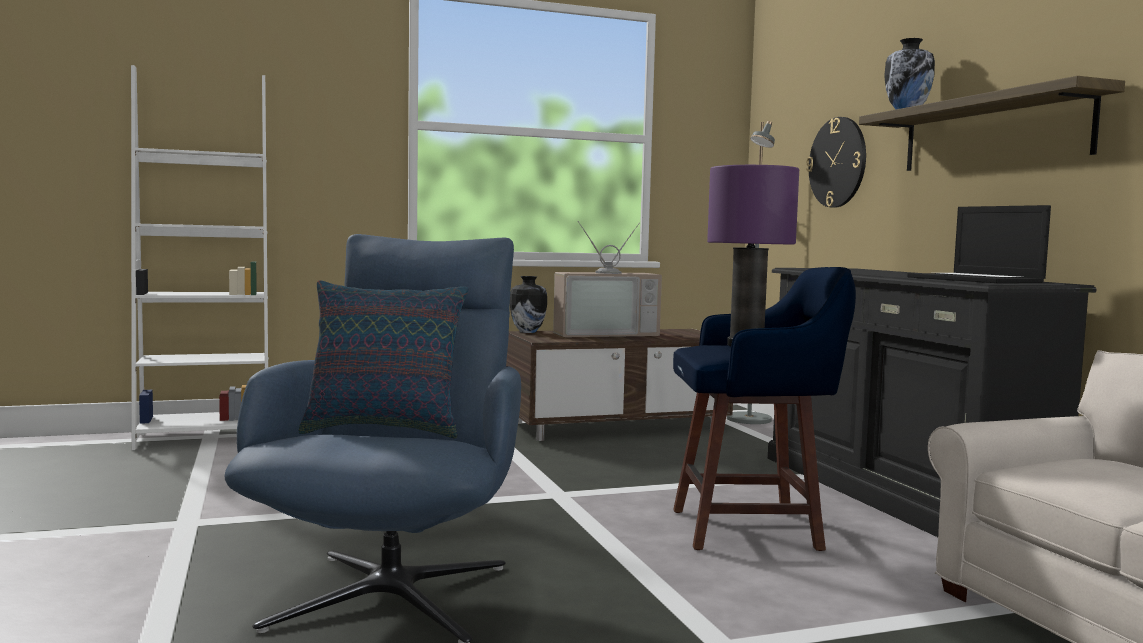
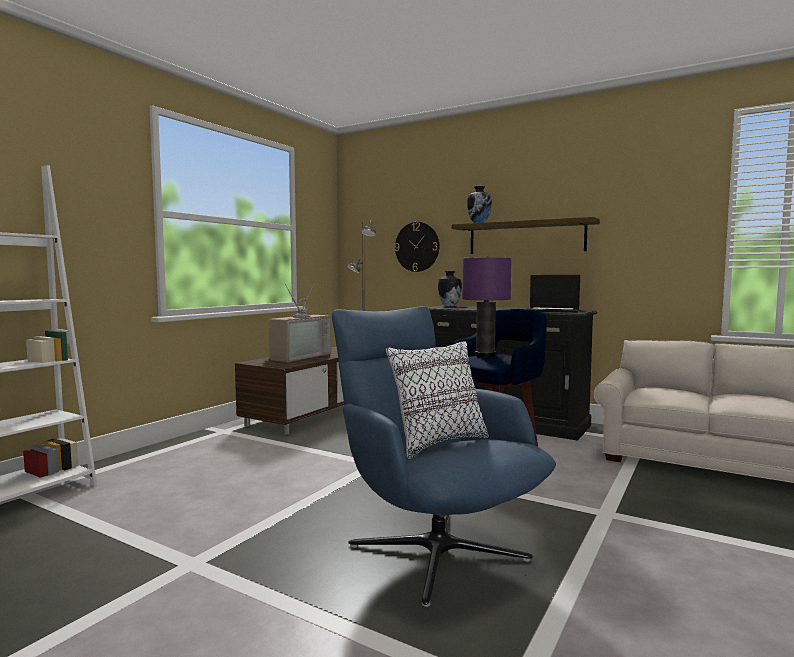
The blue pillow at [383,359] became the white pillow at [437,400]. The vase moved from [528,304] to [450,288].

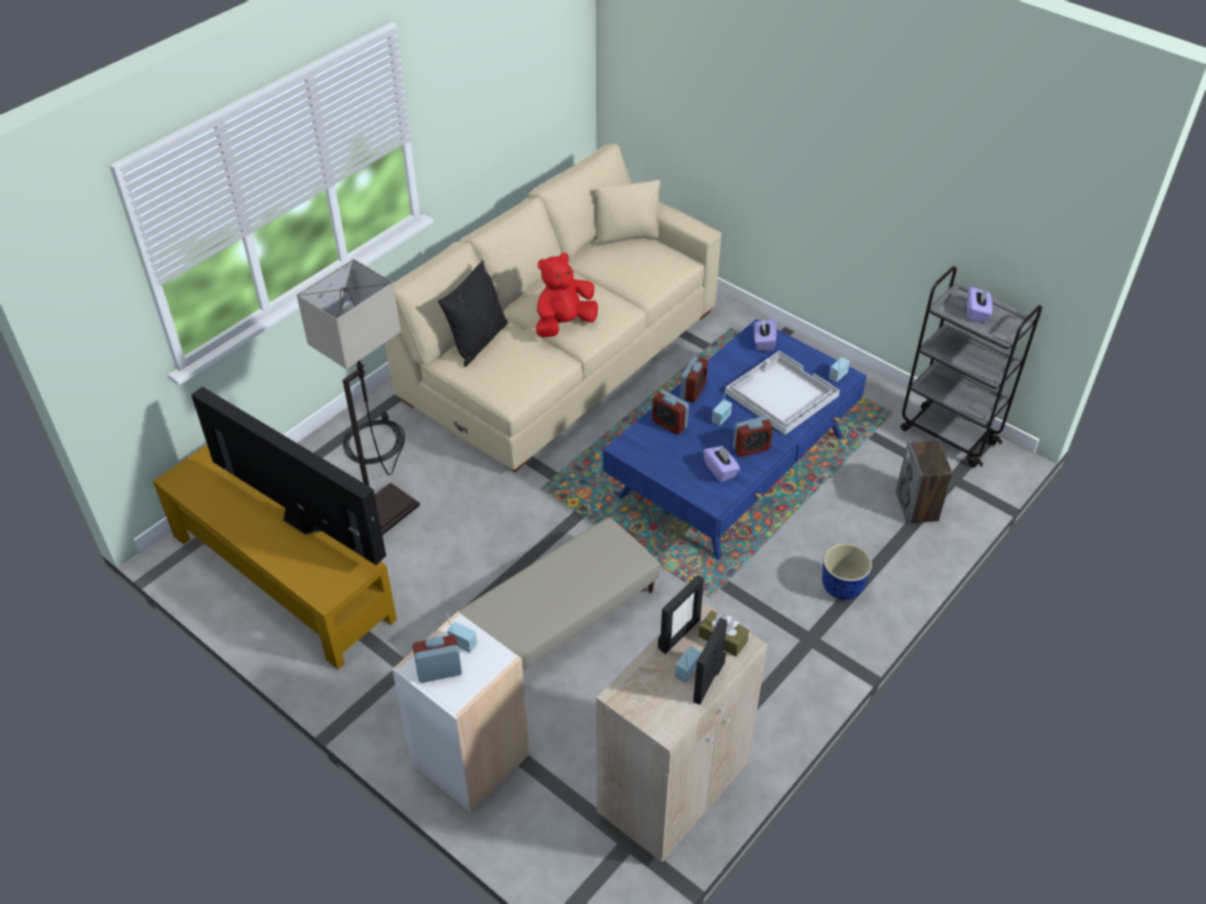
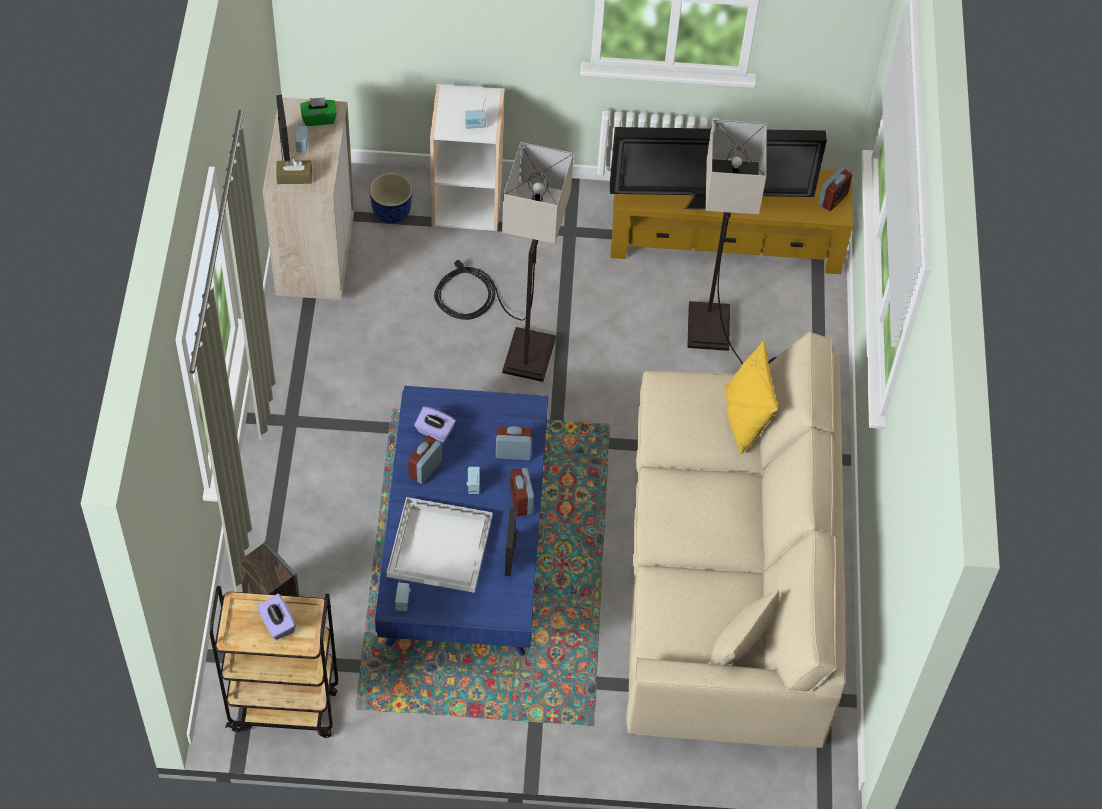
The alarm clock moved from [437,659] to [835,189]. The black pillow at [473,313] became the yellow pillow at [752,397]. The beige ottoman at [550,594] was replaced by the floor lamp at [504,262]. The red plush toy at [567,295] disappeared. The picture frame moved from [681,614] to [511,541]. The purple tissue box at [765,335] disappeared. The planter moved from [847,571] to [390,198]. The grey cart at [971,367] became the brown cart at [274,662]. The green tissue box at [318,111] appeared.

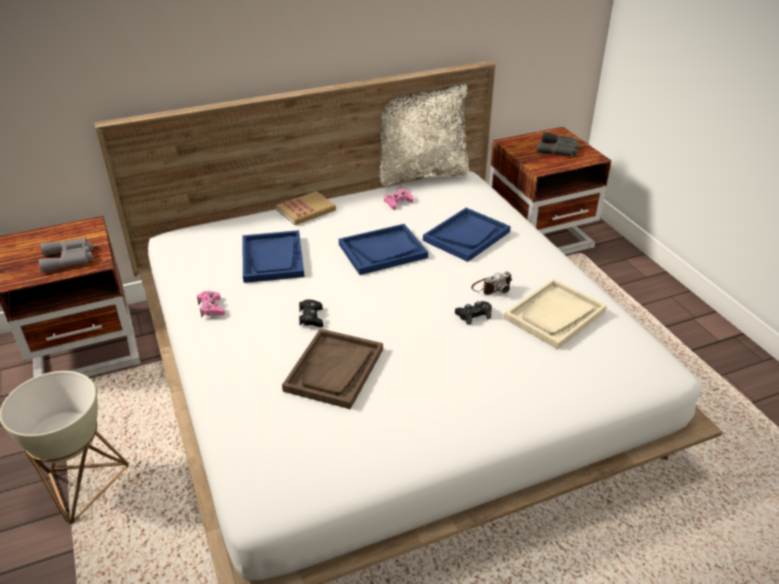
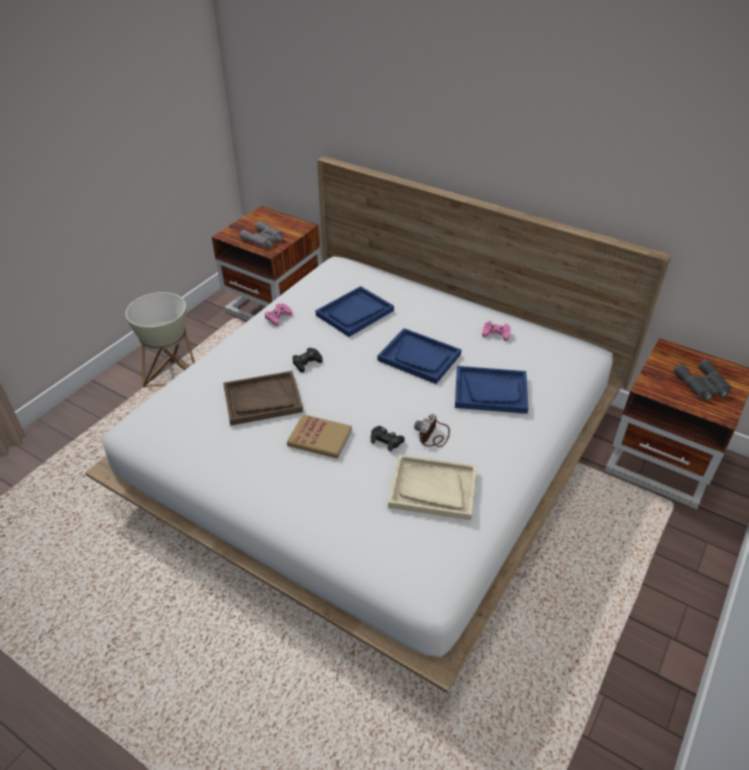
The book moved from [306,208] to [319,436]. The beige pillow at [424,134] disappeared. The photo camera at [491,283] turned 90 degrees clockwise.

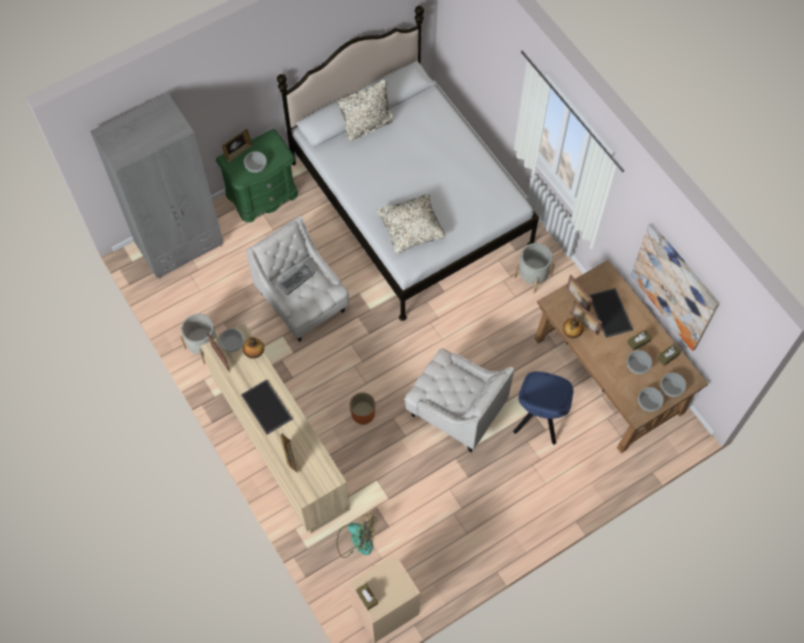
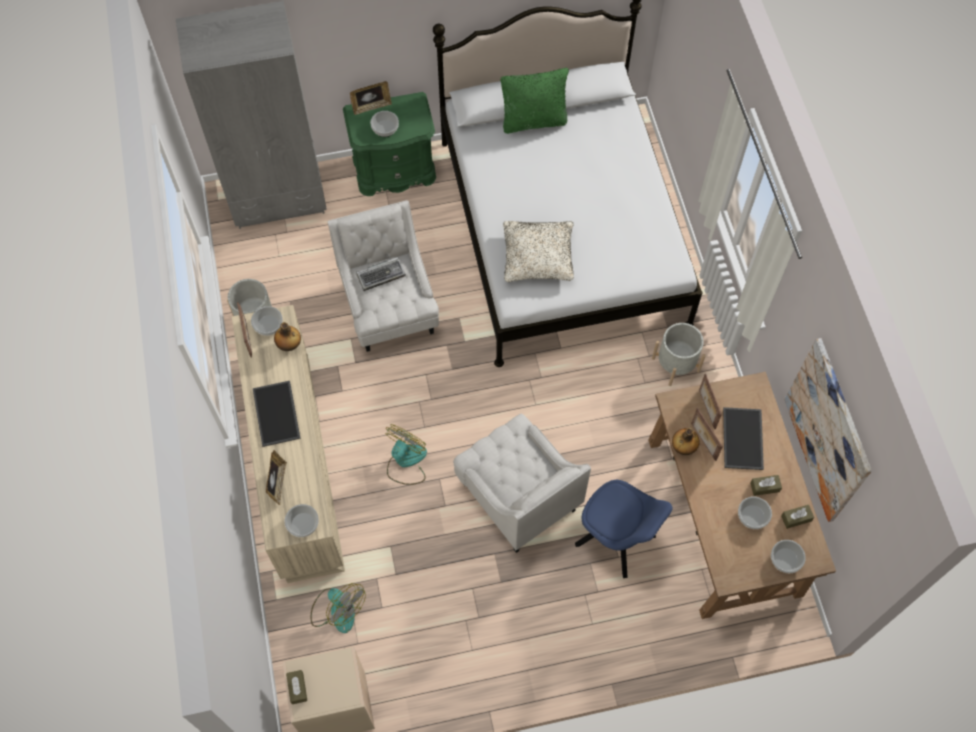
The beige pillow at [365,110] became the green pillow at [534,100]. The orange planter at [363,408] was replaced by the fan at [406,454]. The blue chair at [543,408] turned 90 degrees counterclockwise. The bowl moved from [651,399] to [302,520].

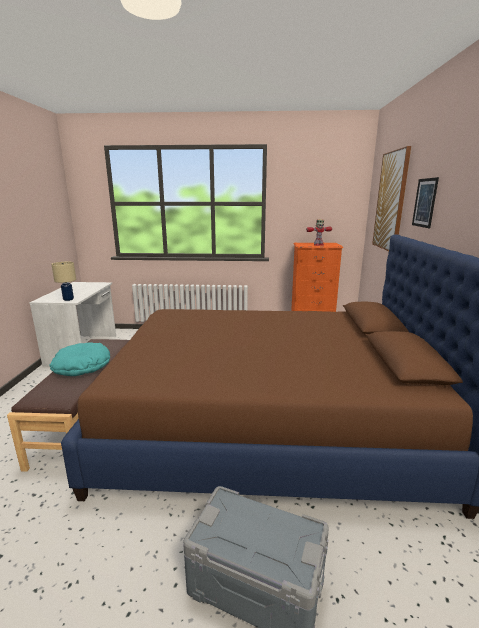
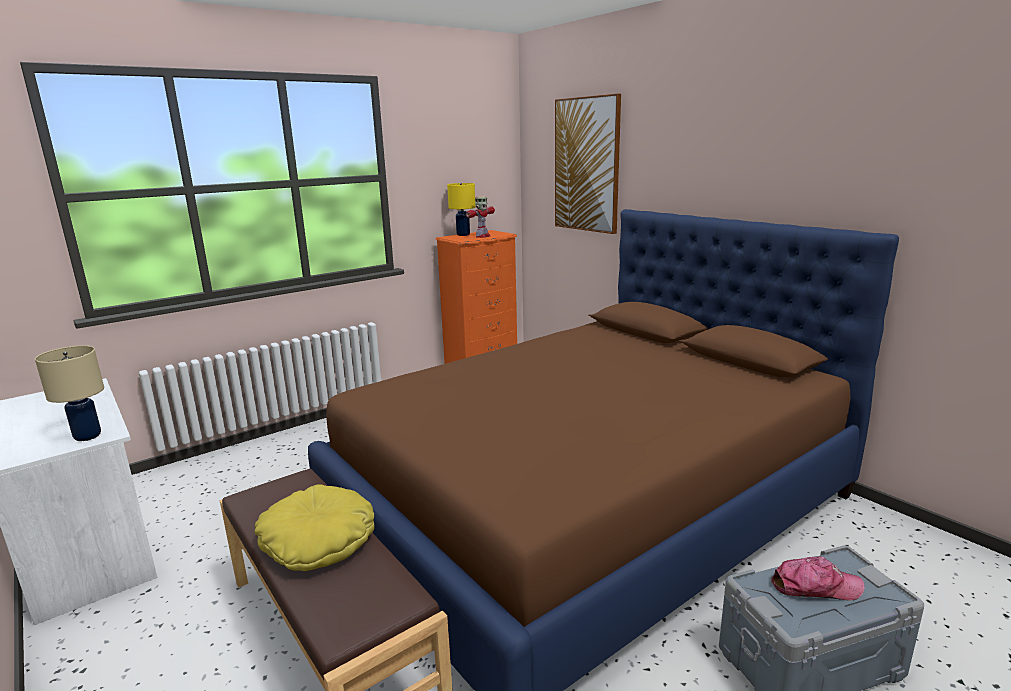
The turquoise pillow at [79,359] became the yellow pillow at [315,528]. The picture at [425,202] disappeared. The yellow table lamp at [461,209] appeared. The cap at [818,578] appeared.

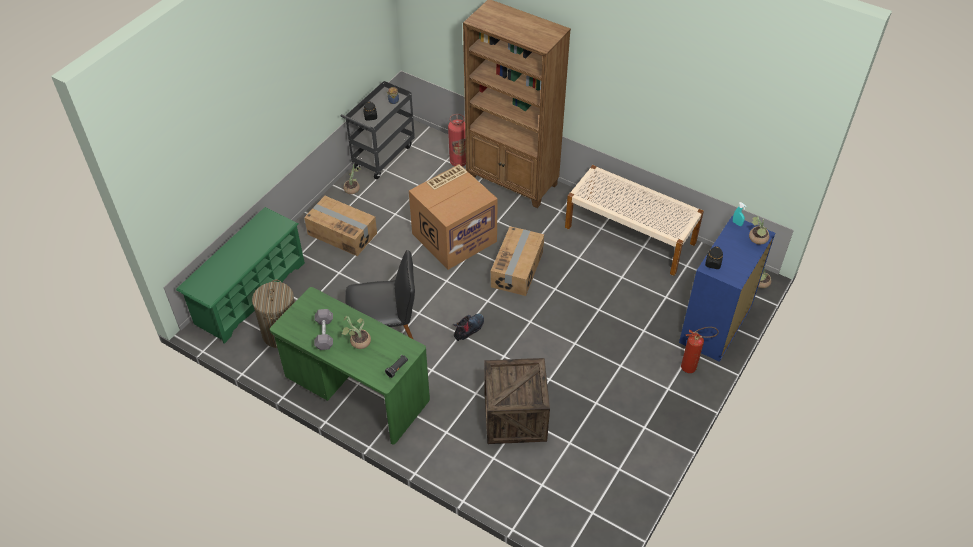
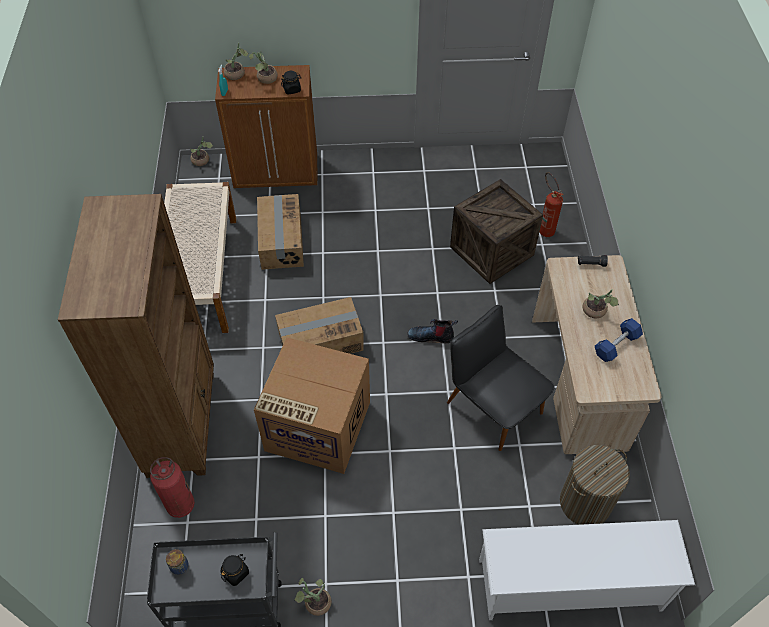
The green shoe rack at [240,275] became the white shoe rack at [587,570]. The green desk at [350,366] became the beige desk at [597,354]. The cardboard box moved from [340,226] to [280,232]. The grey dumbbell at [323,329] became the blue dumbbell at [619,340]. The blue cabinet at [727,288] became the brown cabinet at [266,126]. The fire extinguisher moved from [700,350] to [551,204]. The potted plant at [263,67] appeared.

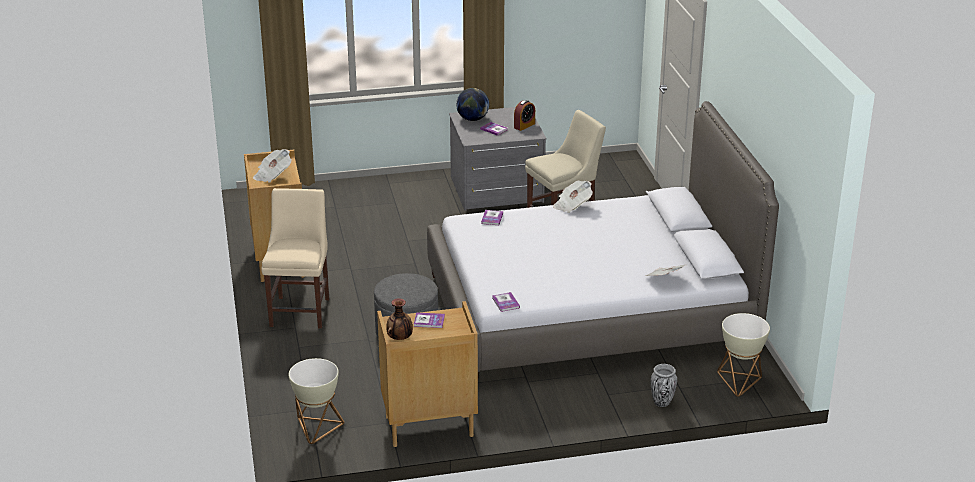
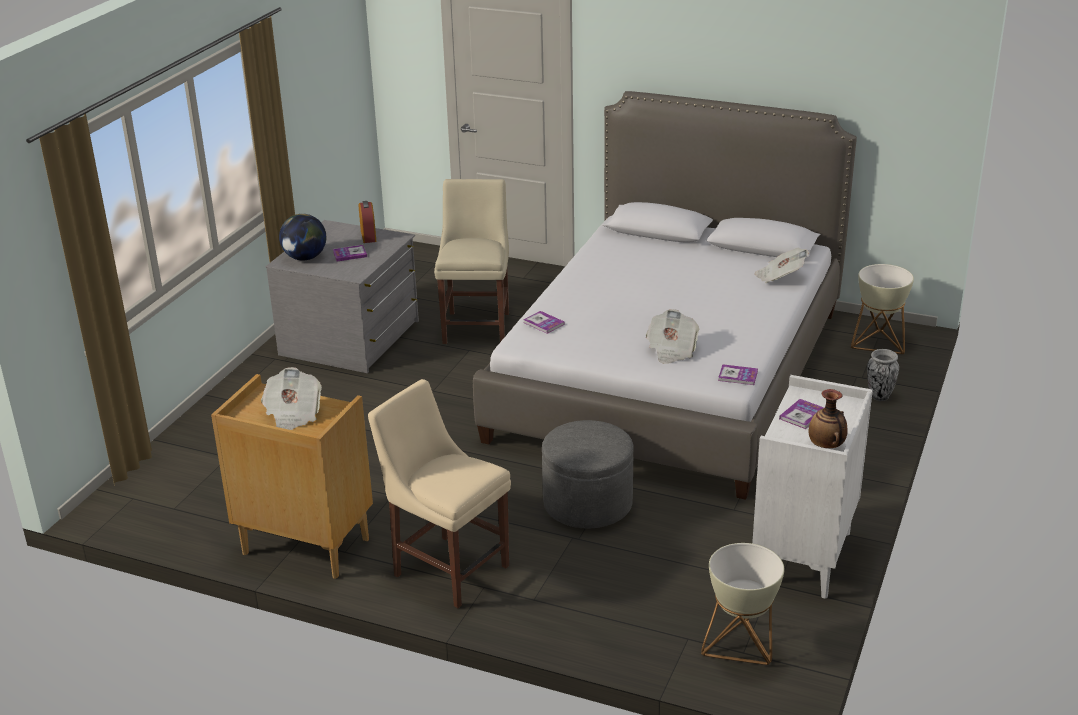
The brown cabinet at [427,374] became the white cabinet at [812,487]. The newspaper moved from [573,197] to [672,336].

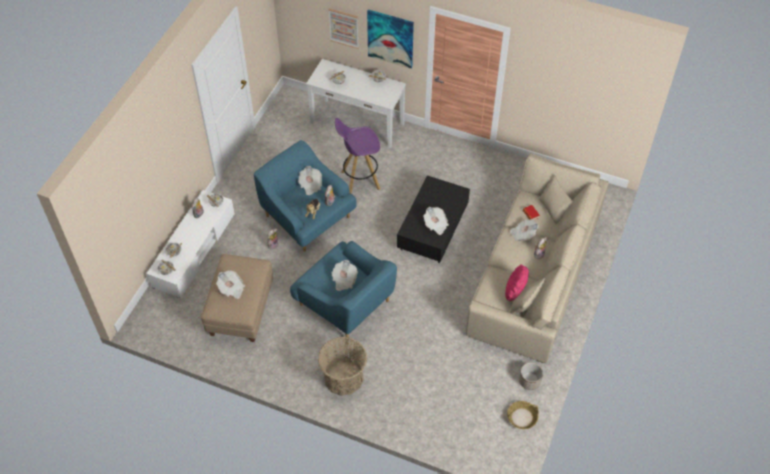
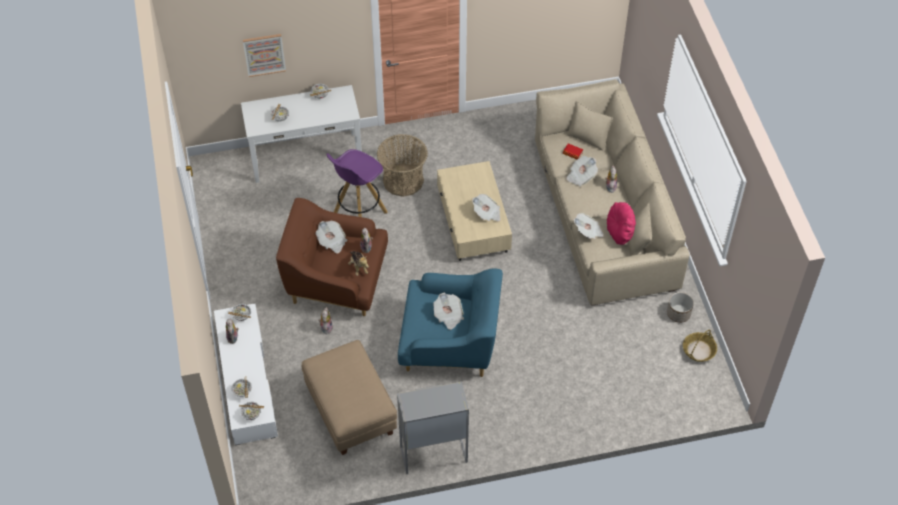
The newspaper moved from [230,284] to [588,226]. The blue armchair at [305,195] became the brown armchair at [332,257]. The basket moved from [342,366] to [402,165]. The picture at [390,39] disappeared. The black coffee table at [433,219] became the beige coffee table at [474,211]. The grey cabinet at [433,428] appeared.

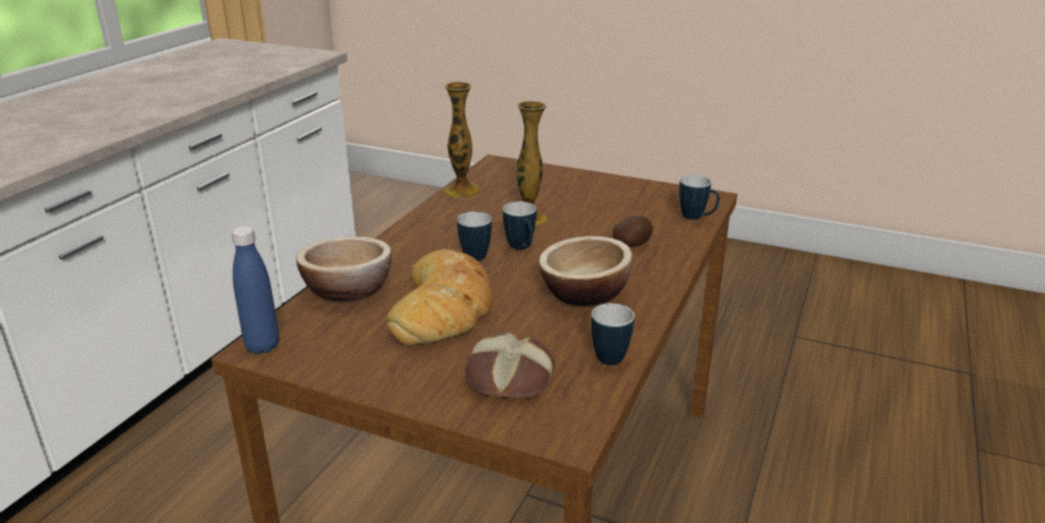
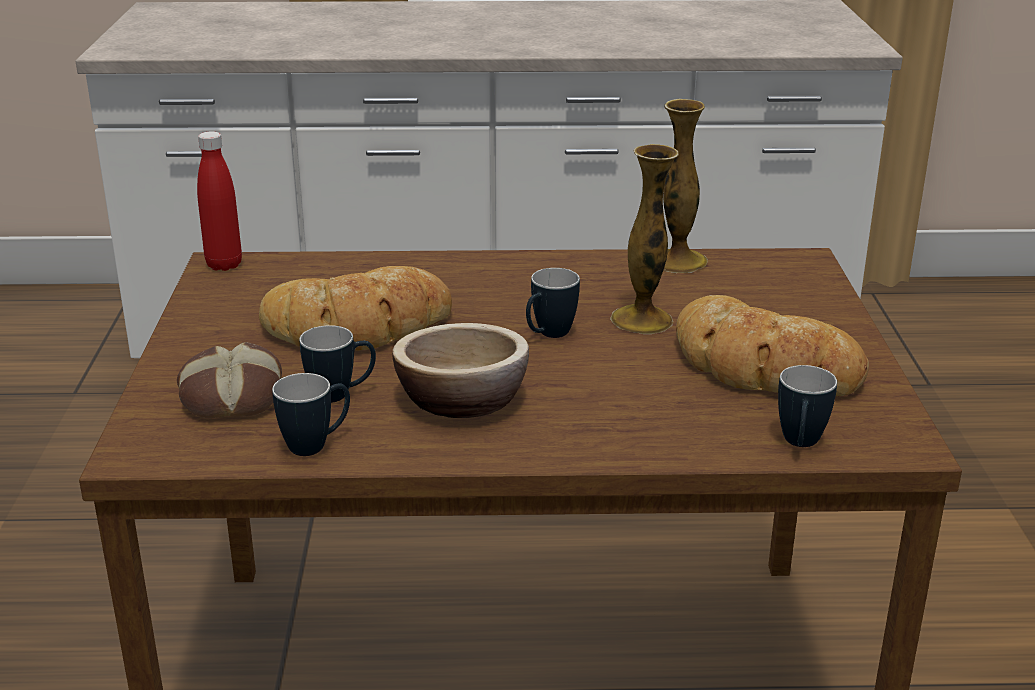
The blue bottle at [255,290] became the red bottle at [219,201]. The bowl at [344,268] disappeared. The mug moved from [474,236] to [337,364]. The potato at [633,231] disappeared. The bread at [772,345] appeared.

